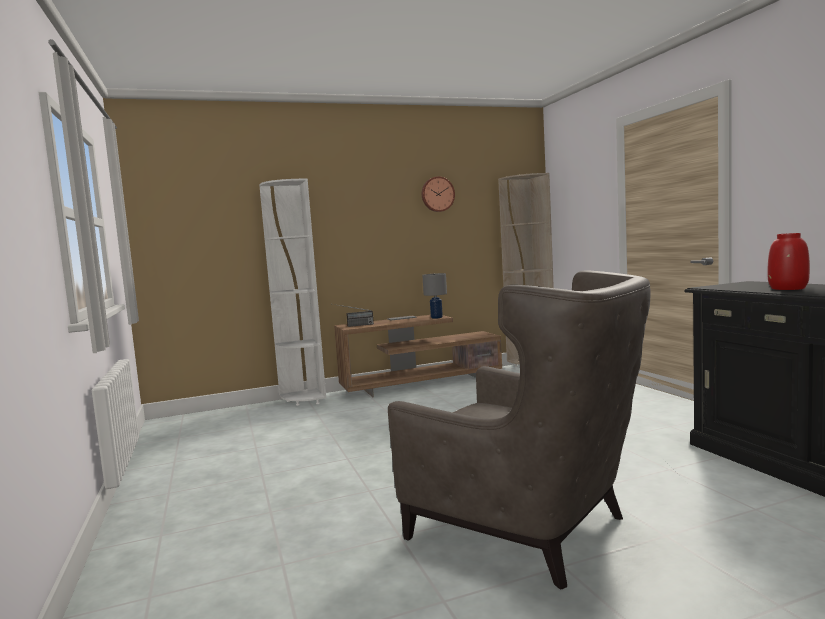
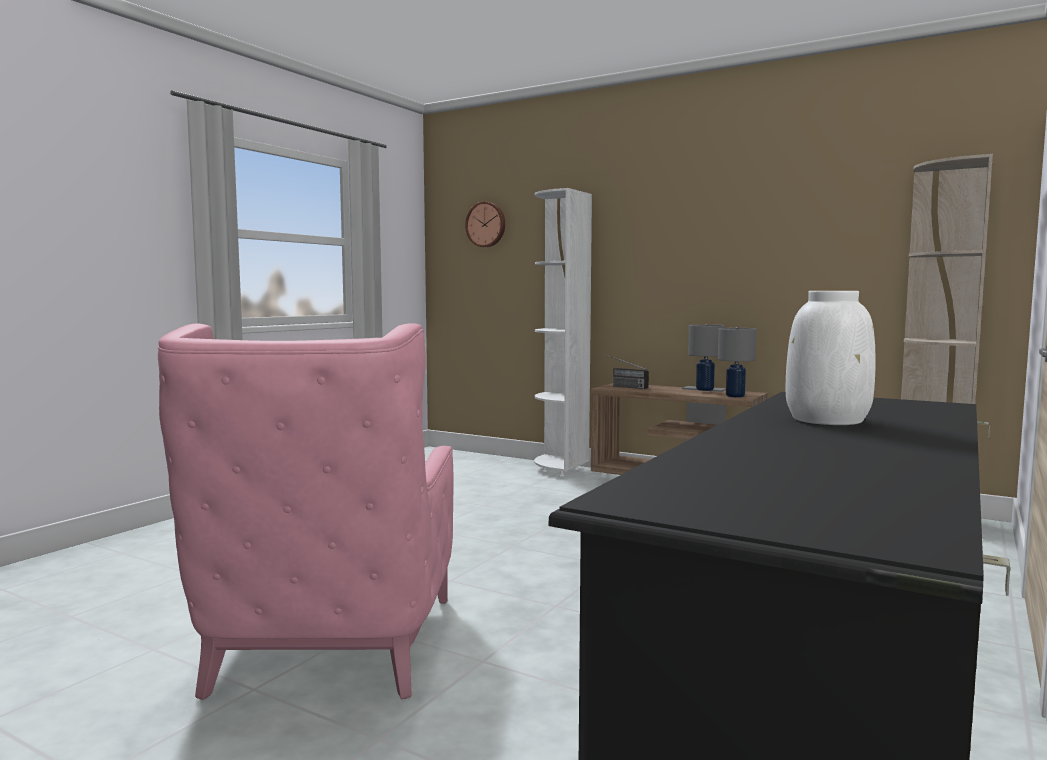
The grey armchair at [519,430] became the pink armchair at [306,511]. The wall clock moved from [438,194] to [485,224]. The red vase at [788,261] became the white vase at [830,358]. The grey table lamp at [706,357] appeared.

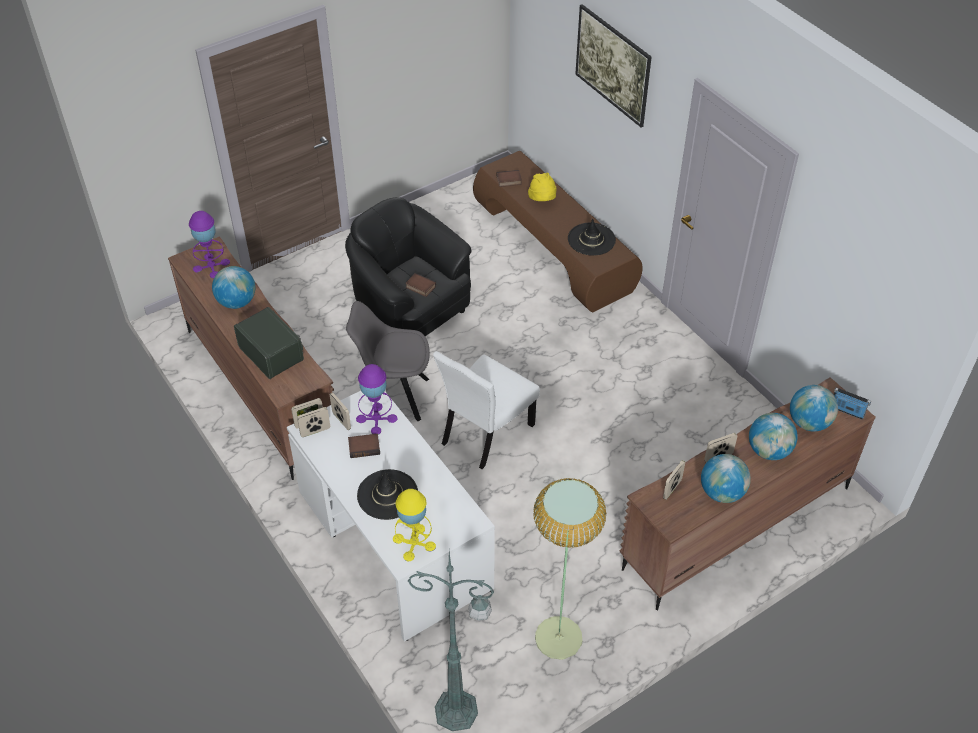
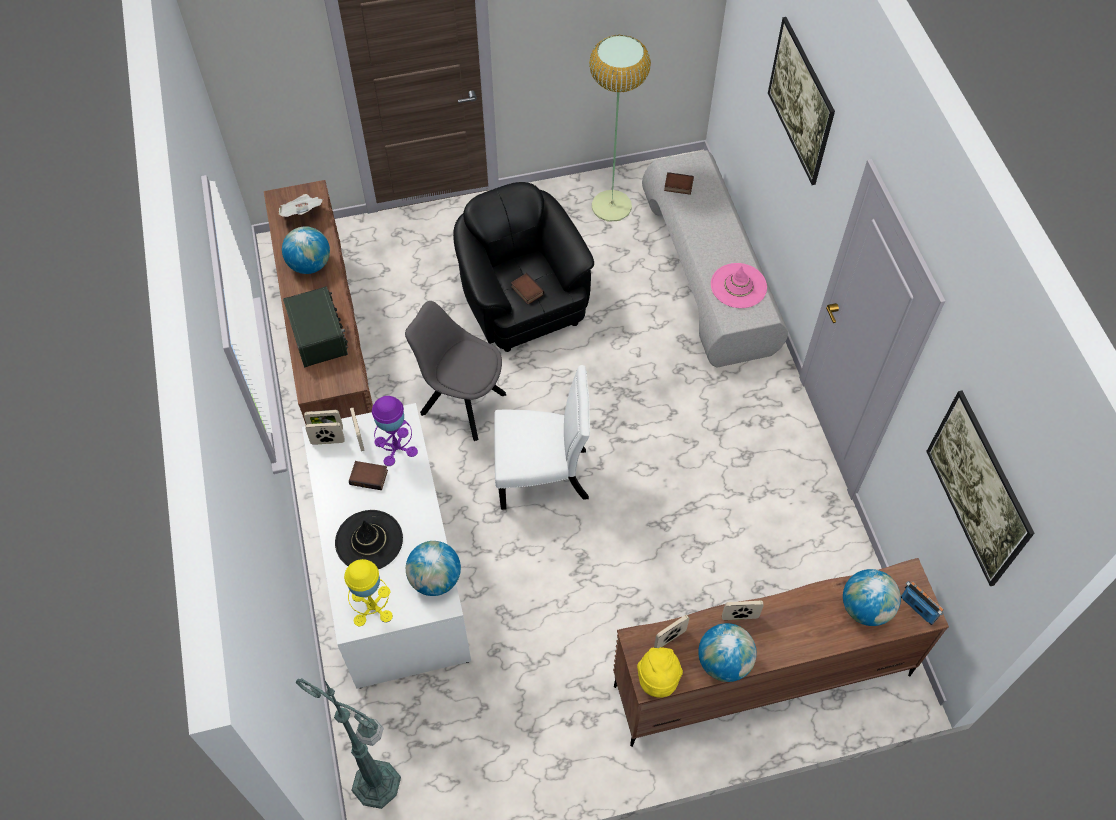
The purple table lamp at [209,244] was replaced by the newspaper at [301,205]. The white chair at [486,410] turned 150 degrees counterclockwise. The brown bench at [558,232] became the grey bench at [715,259]. The yellow hat moved from [542,187] to [660,672]. The floor lamp moved from [569,569] to [620,128]. The black hat at [592,237] became the pink hat at [739,285]. The globe moved from [773,436] to [433,568]. The picture at [980,488] appeared.

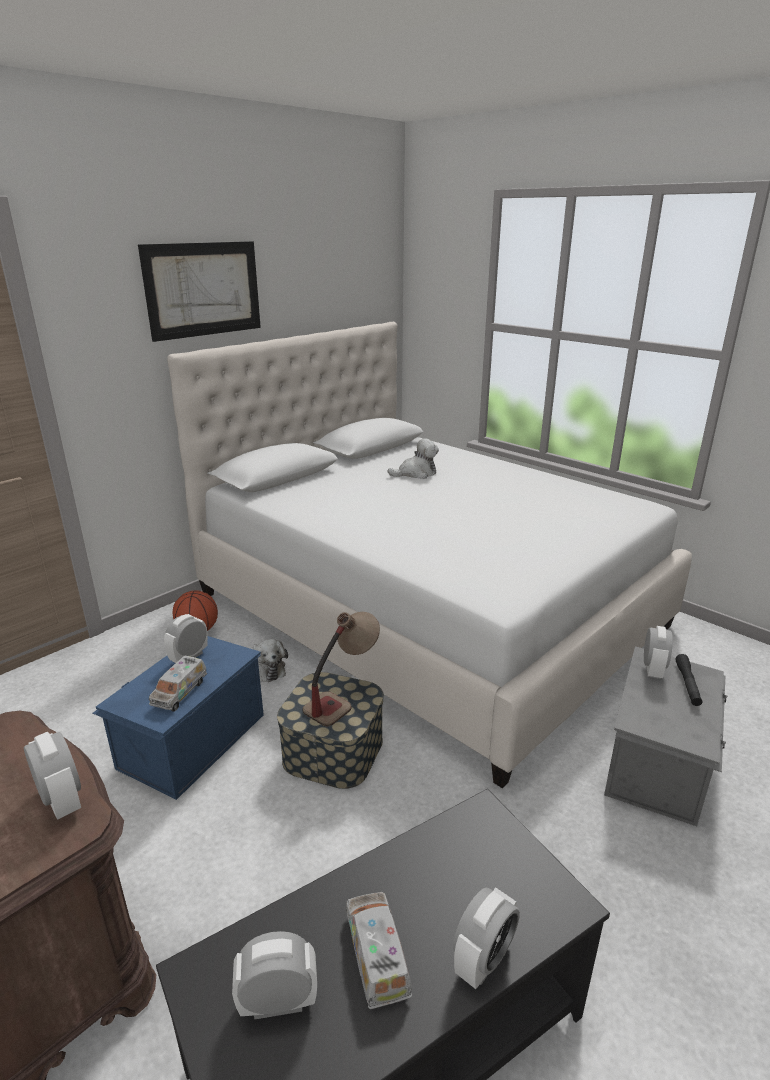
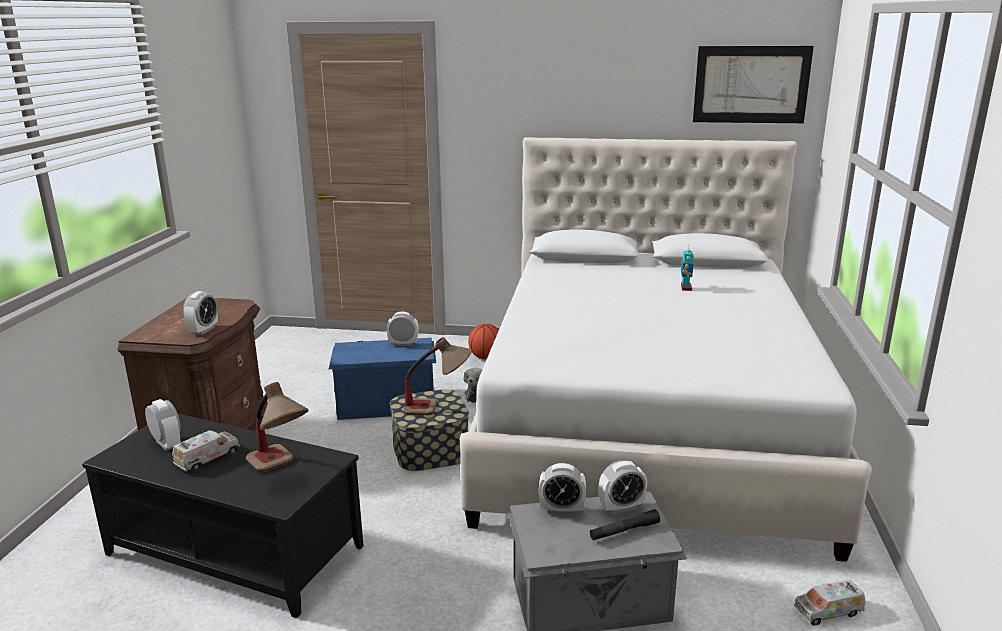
The picture moved from [199,291] to [753,84]. The toy truck moved from [178,684] to [830,603]. The plush toy at [413,458] was replaced by the toy robot at [687,268]. The alarm clock moved from [486,938] to [562,489]. The table lamp at [277,427] appeared.

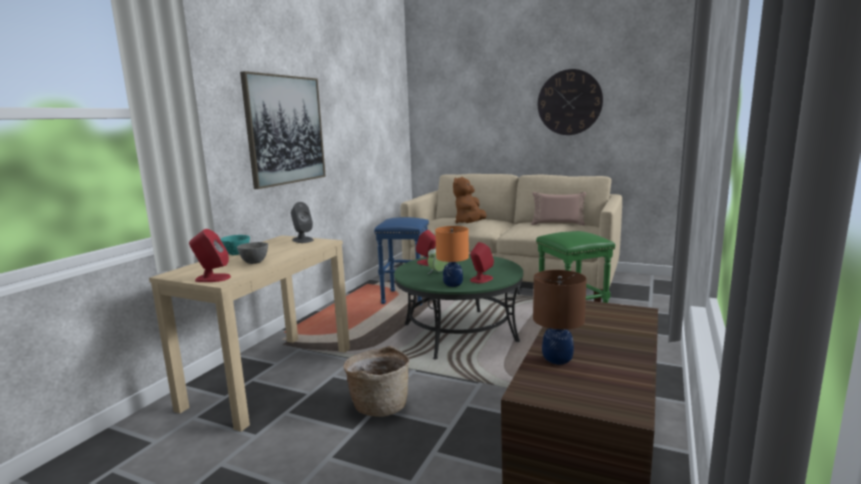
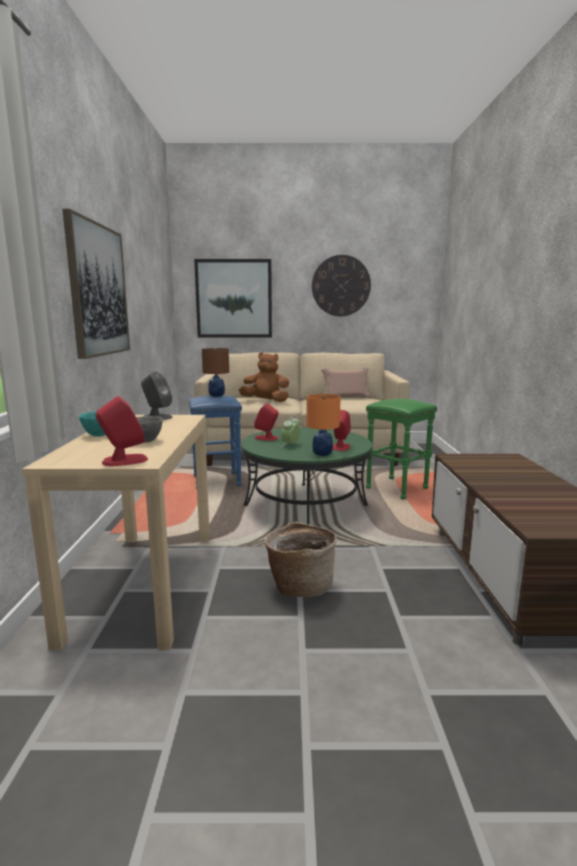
The brown plush toy at [470,200] turned 105 degrees clockwise. The brown table lamp moved from [560,317] to [215,372]. The picture at [233,298] appeared.

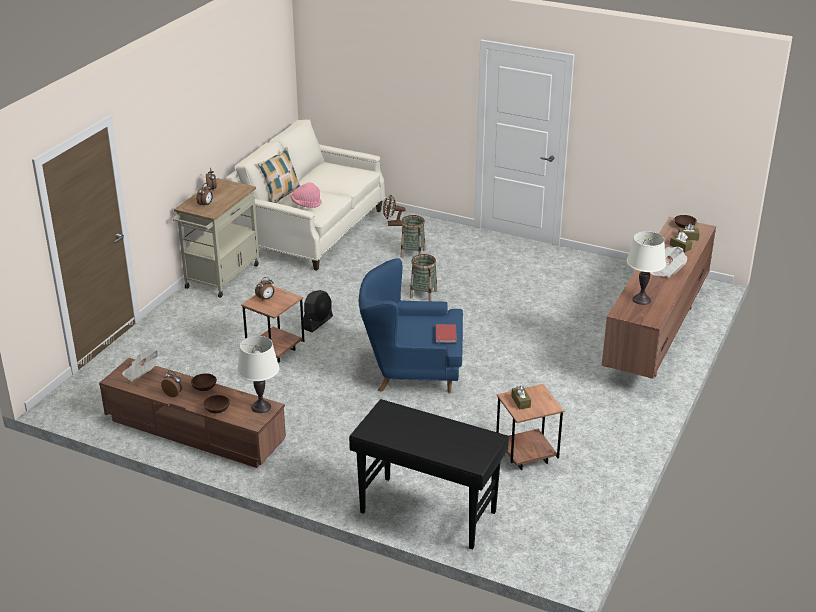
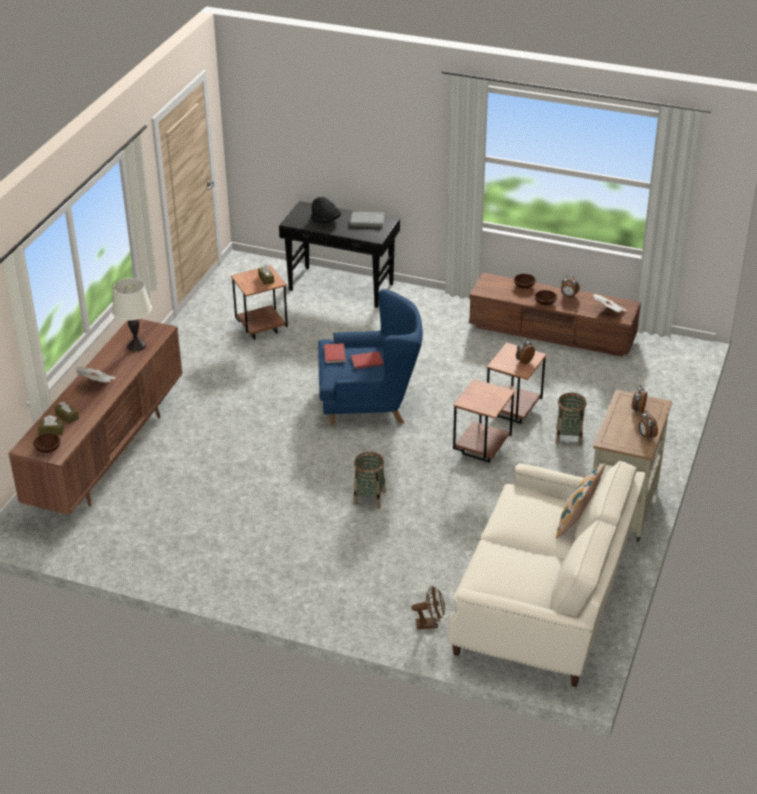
The white table lamp at [258,374] disappeared. The pink hat at [306,195] disappeared. The black fan at [318,311] was replaced by the brown side table at [484,421]. The basket moved from [413,236] to [571,419]. The black hat at [326,210] appeared. The grey book at [367,219] appeared. The red book at [367,360] appeared.

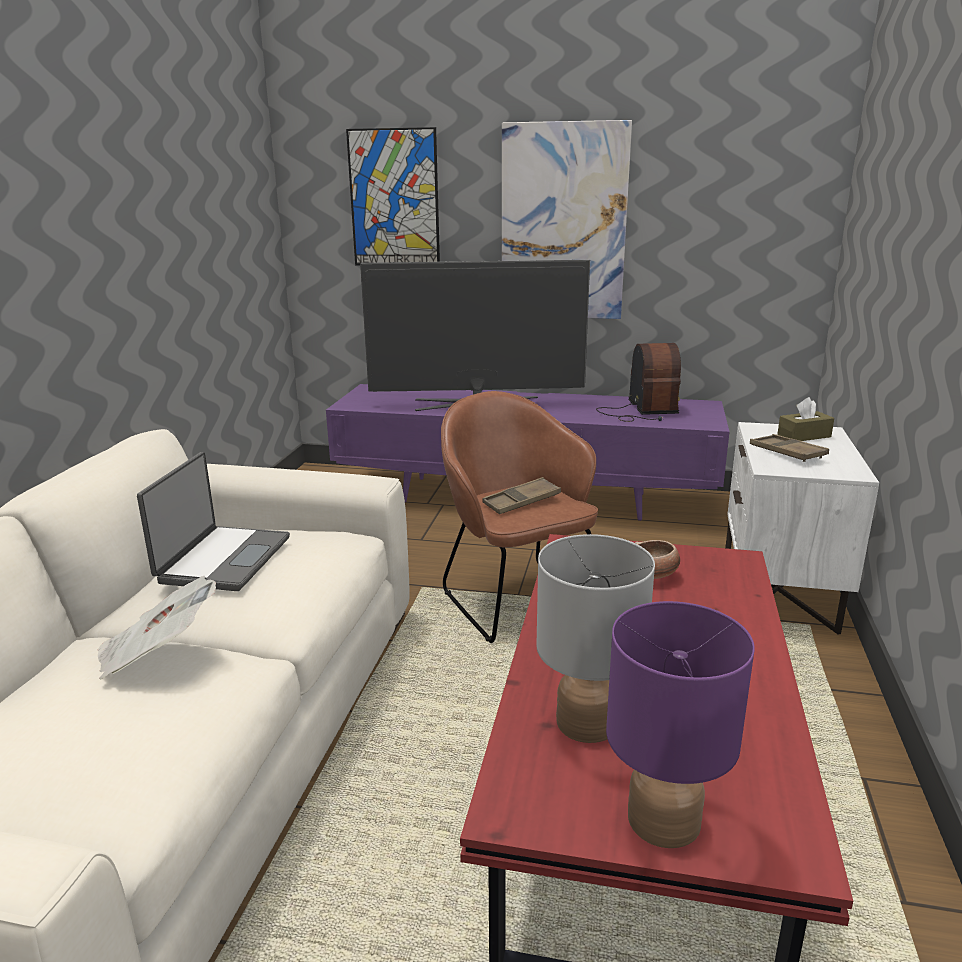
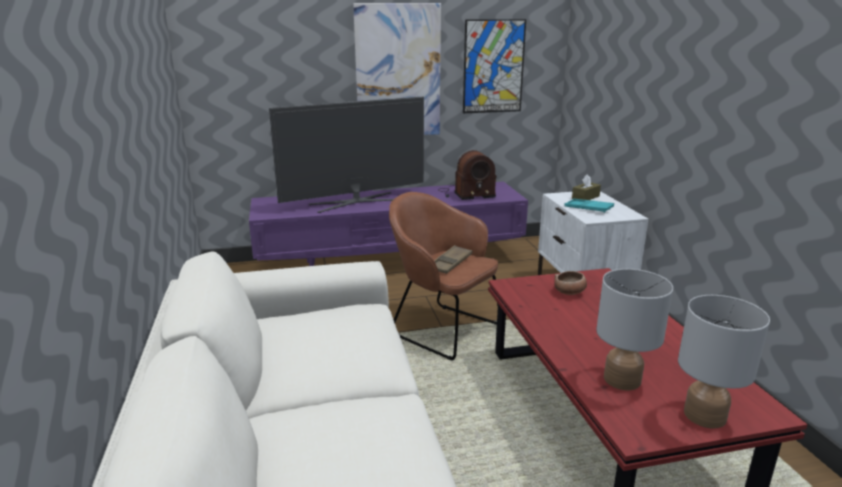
The newspaper at [157,627] disappeared. The laptop at [213,521] disappeared. The picture moved from [393,196] to [494,66]. The radio at [638,382] turned 105 degrees clockwise. The purple table lamp at [680,724] became the grey table lamp at [724,361]. The brown tray at [789,448] became the turquoise tray at [589,206].

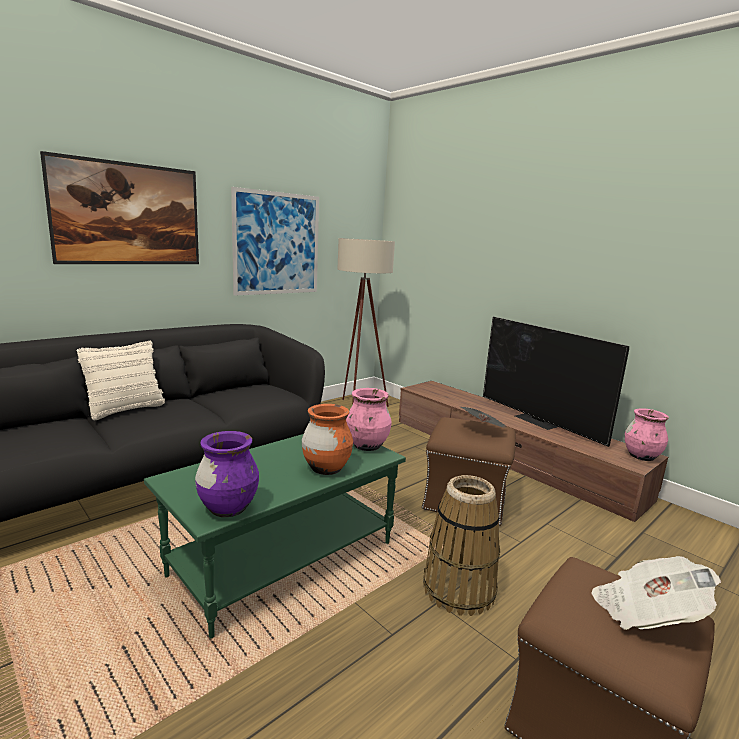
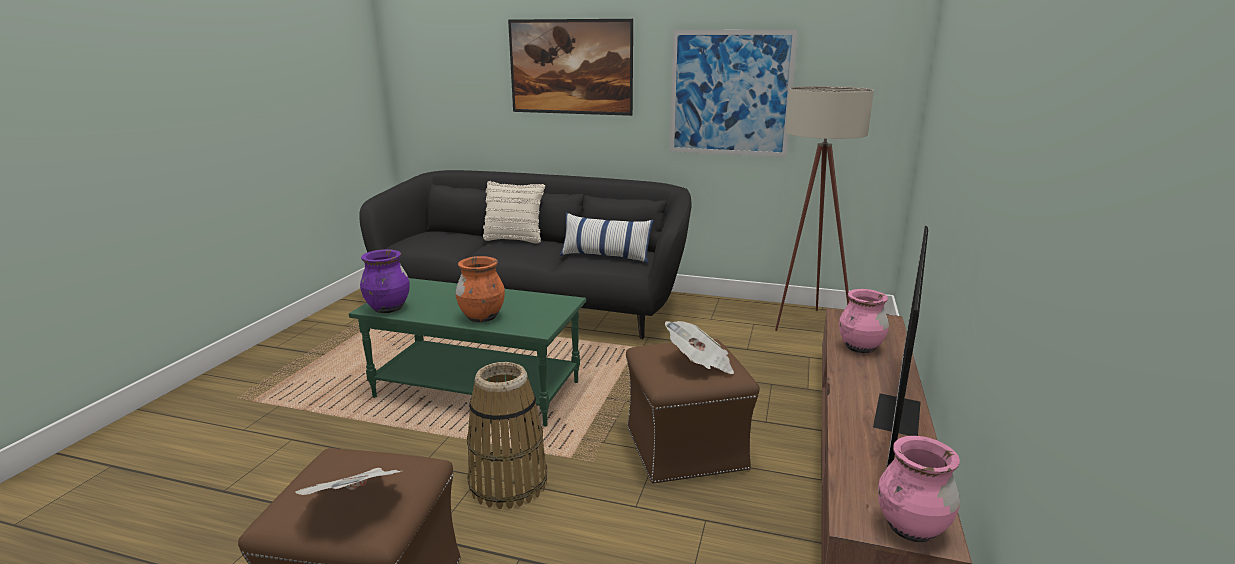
The pink vase moved from [369,419] to [864,321]. The pillow at [606,238] appeared.

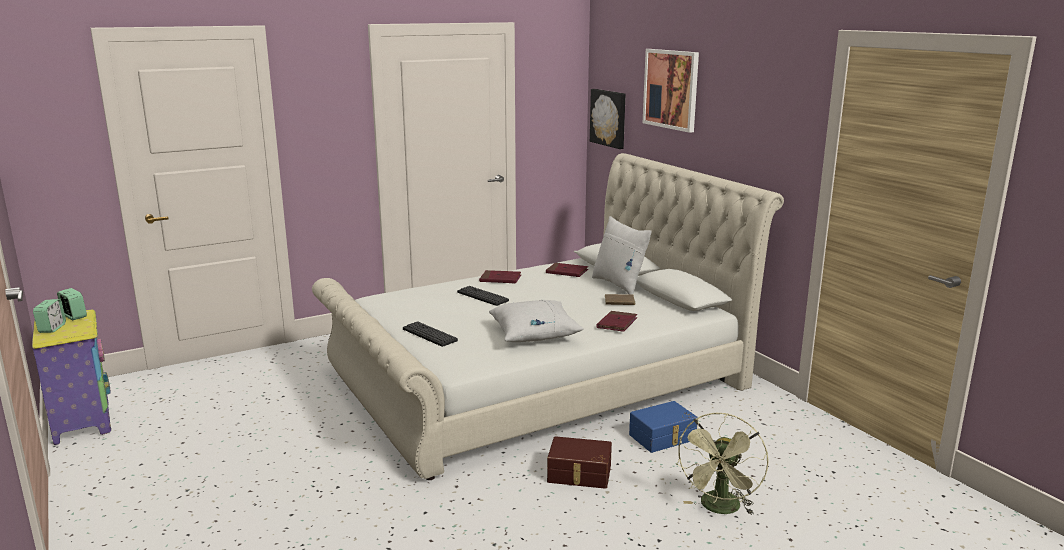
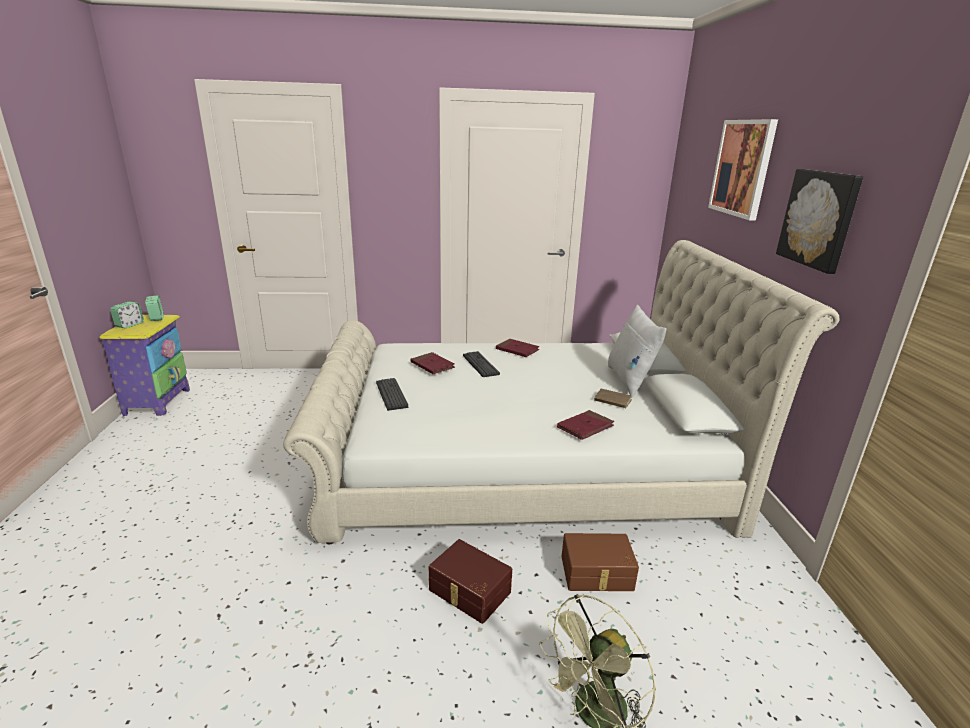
The grey pillow at [536,321] disappeared. The red book moved from [567,270] to [433,363]. The picture moved from [608,119] to [819,221]. The blue storage box at [663,427] became the brown storage box at [600,562].

